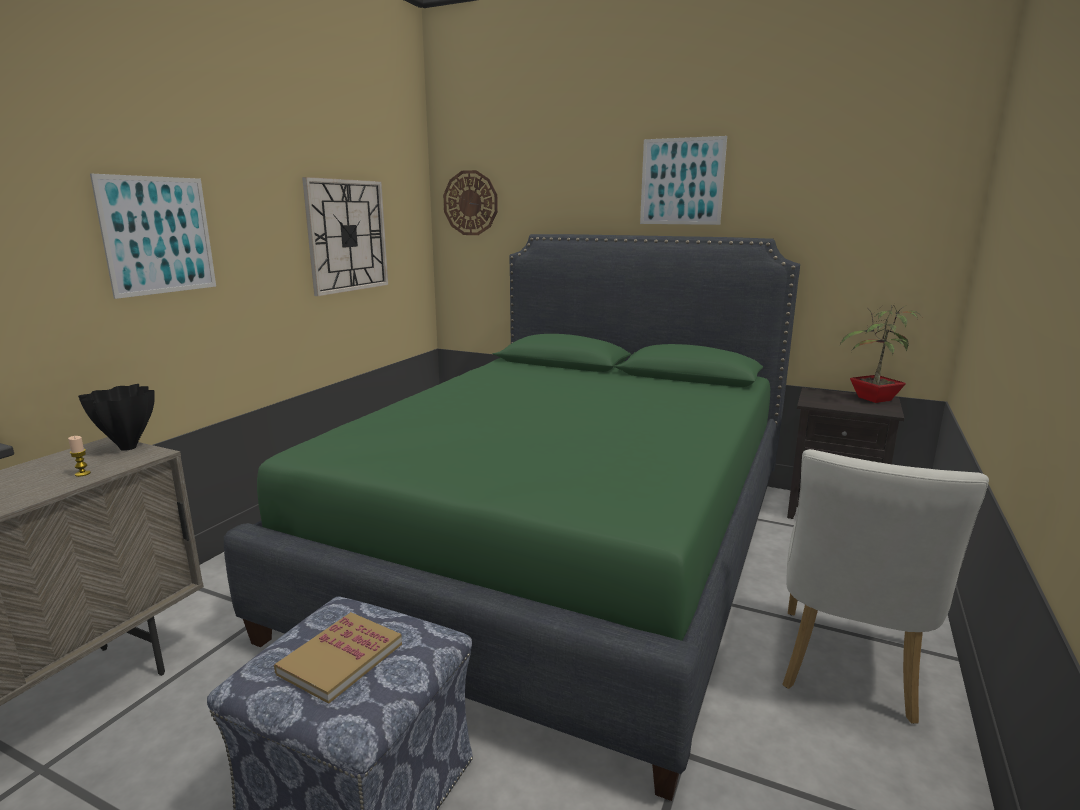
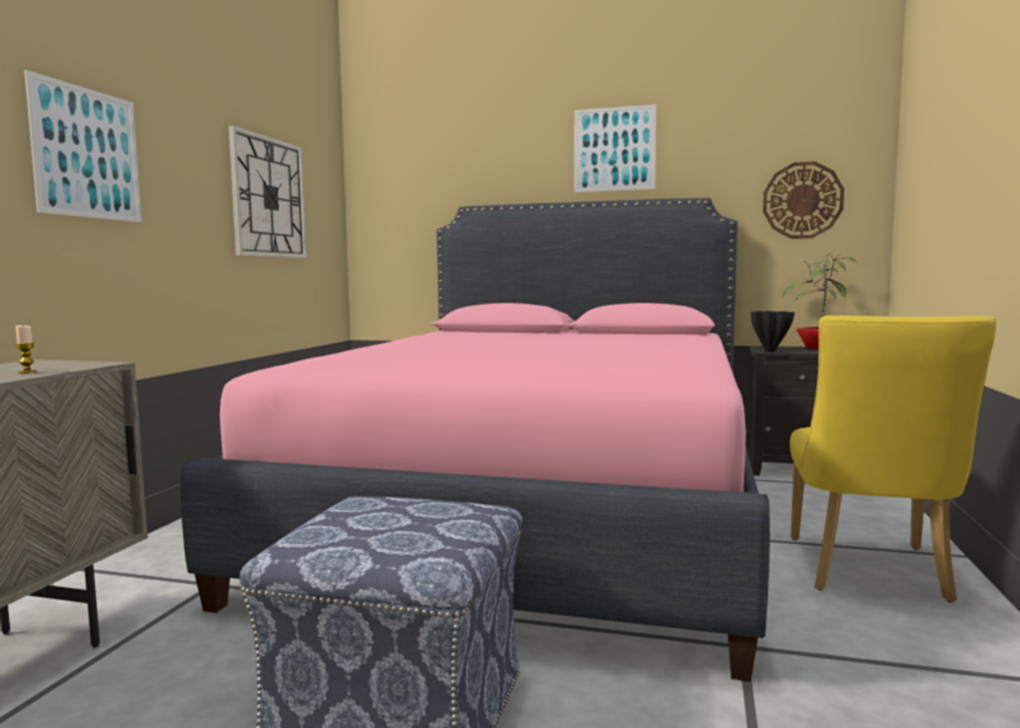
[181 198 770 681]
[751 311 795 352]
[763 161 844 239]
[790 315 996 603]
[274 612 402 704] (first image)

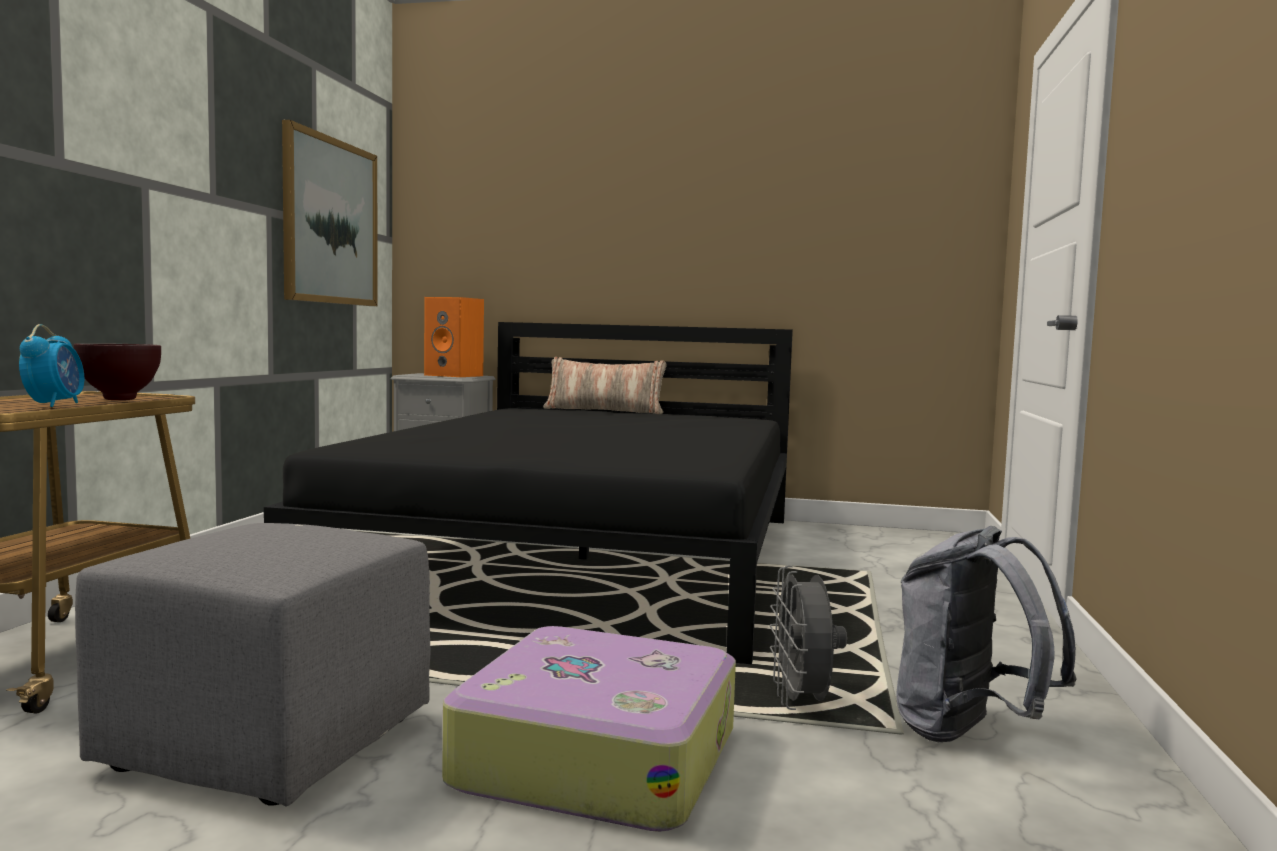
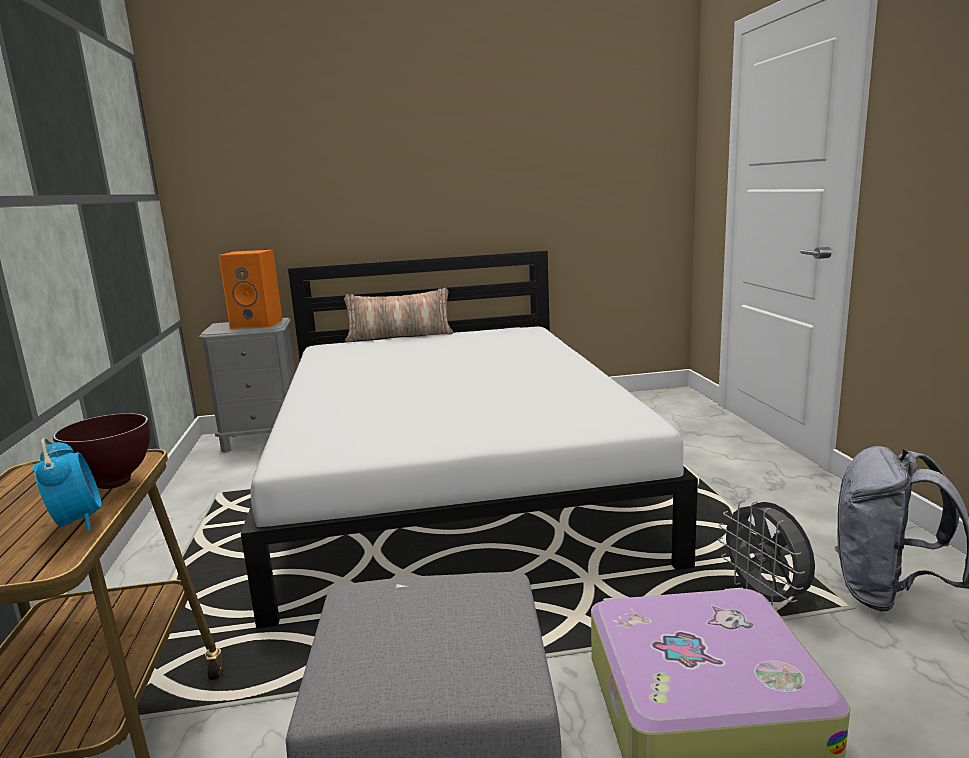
[241 251 698 629]
[282 120 378 306] (first image)

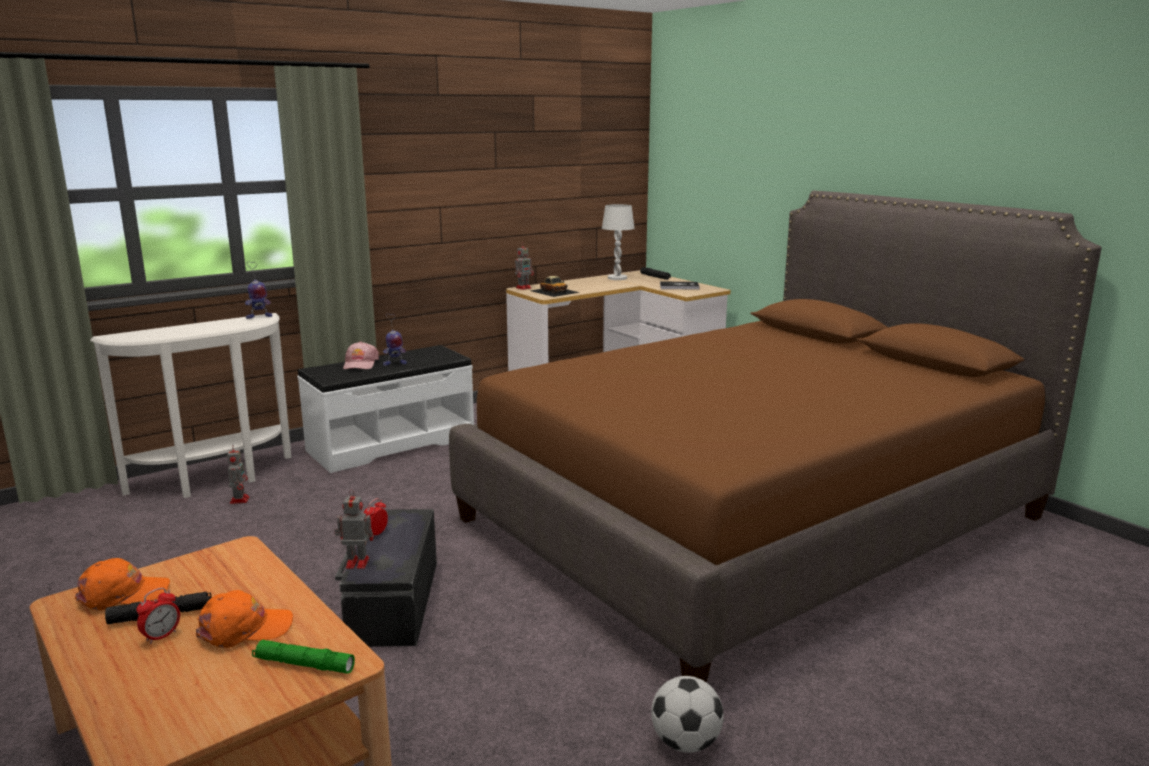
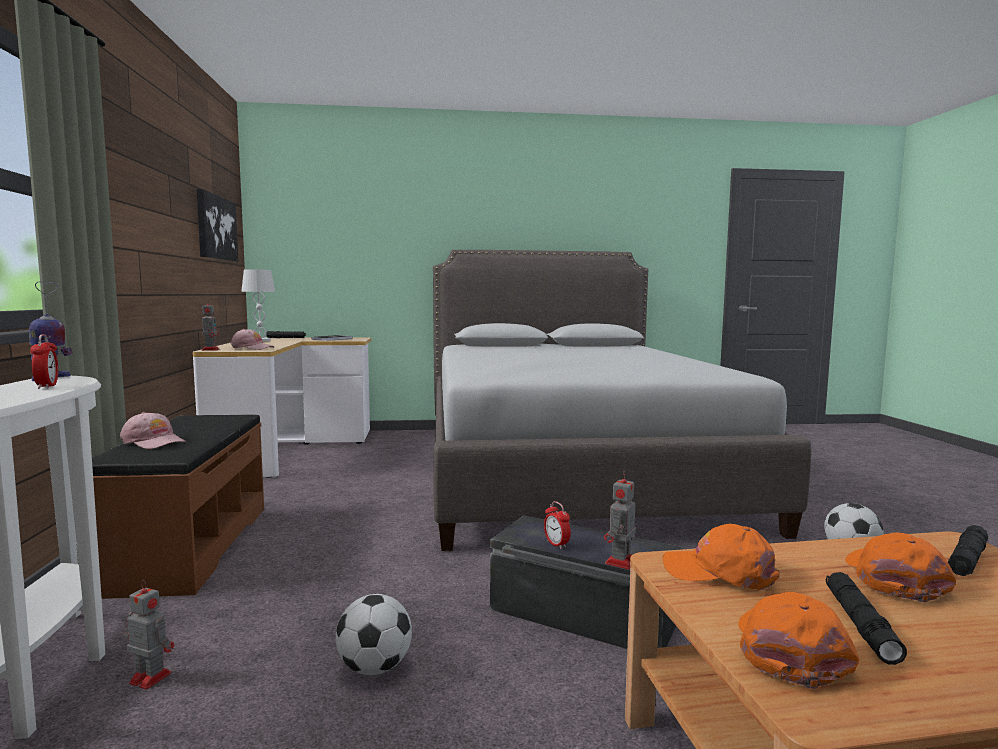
[30 334 58 389]
[92 415 264 599]
[196 189 238 262]
[230 329 274 350]
[336 594 412 675]
[433 250 811 551]
[662 524 780 590]
[948 525 988 576]
[383 313 407 366] (first image)

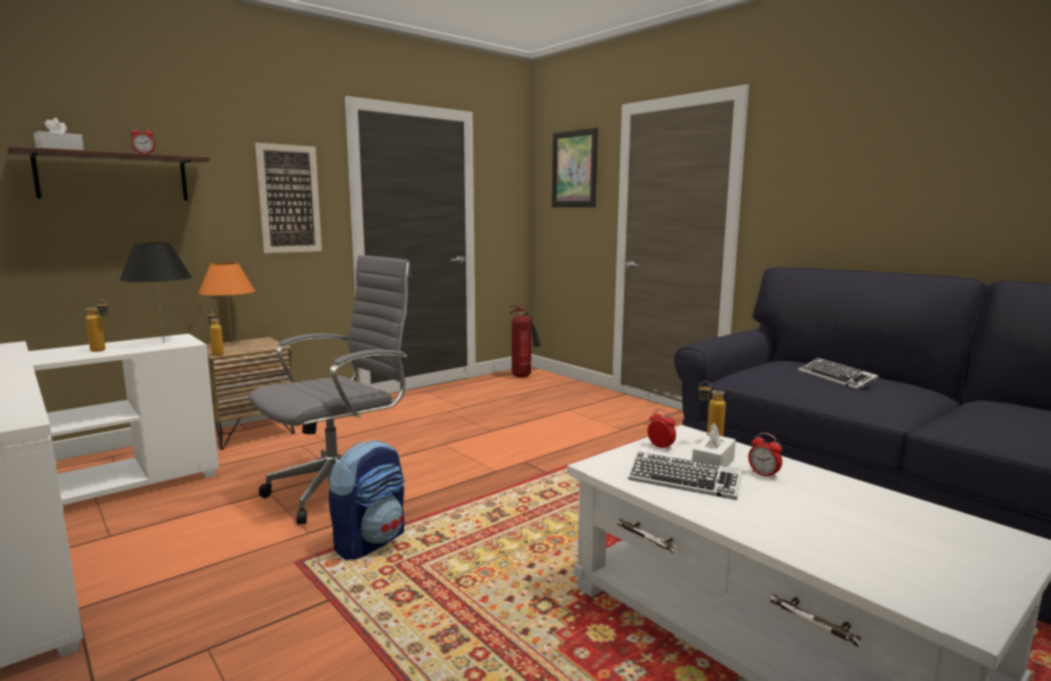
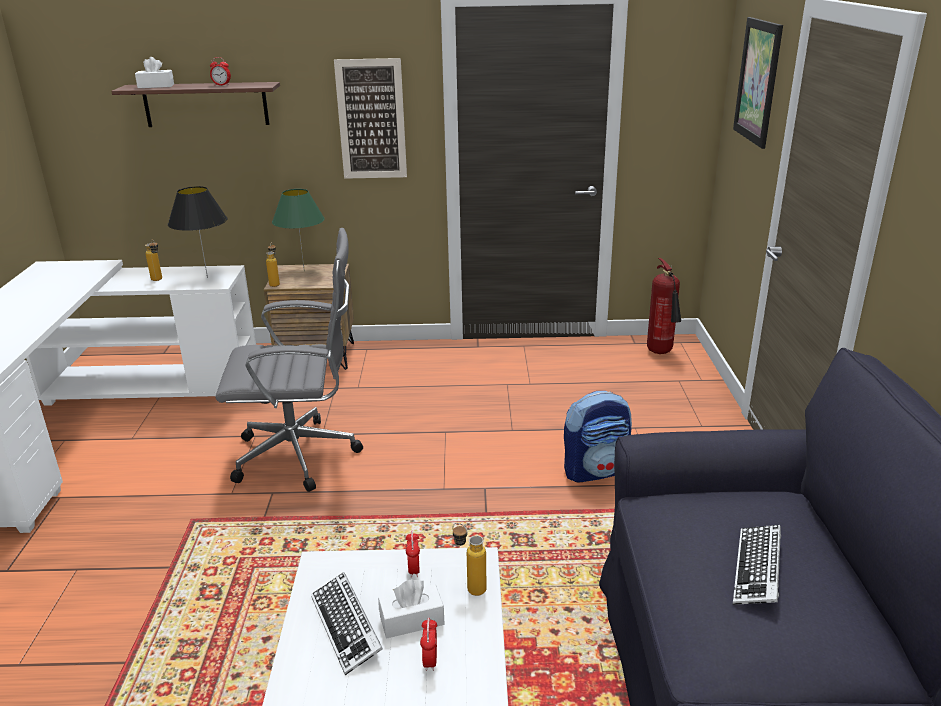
[272 189 325 271]
[564 391 632 482]

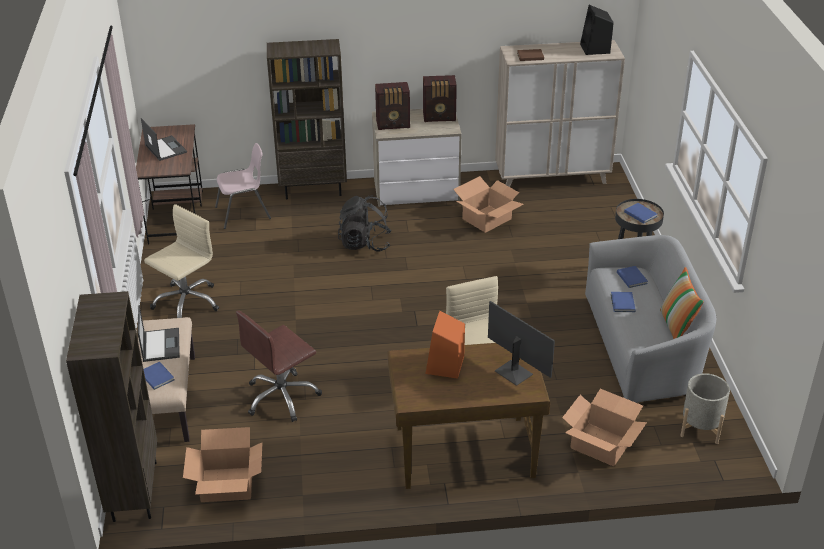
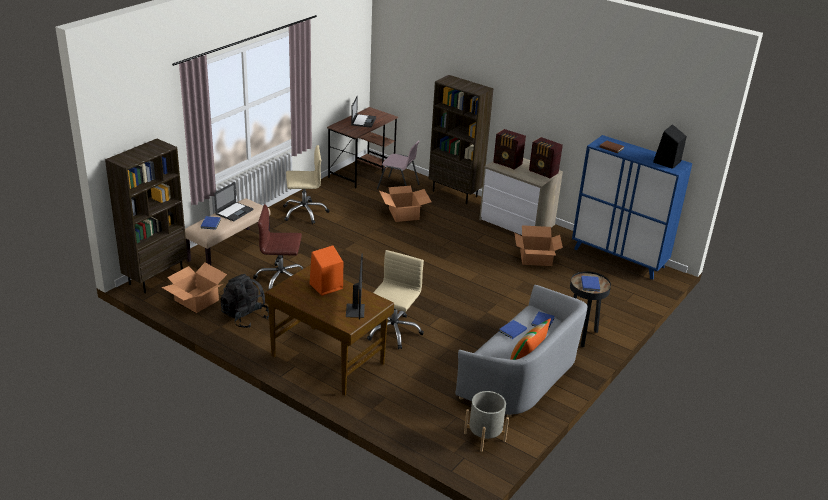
[220 274 269 328]
[379 186 432 222]
[572 135 692 280]

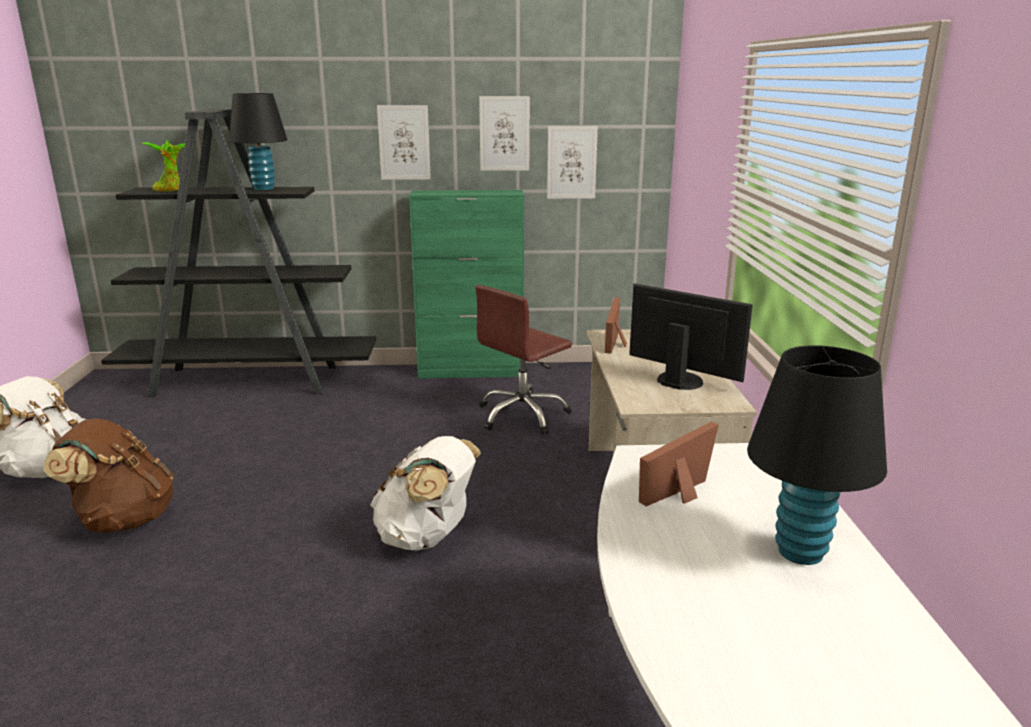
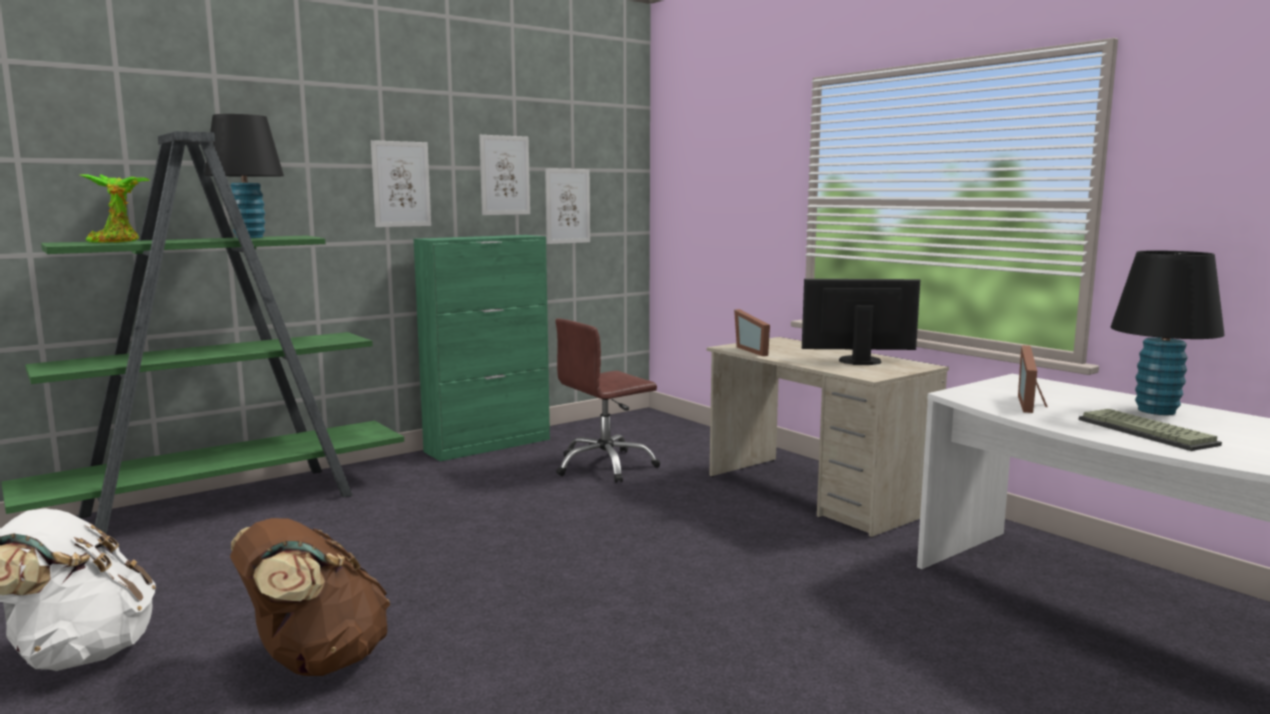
[1 131 404 548]
[555 318 660 483]
[1079 409 1222 451]
[370 436 481 550] (first image)

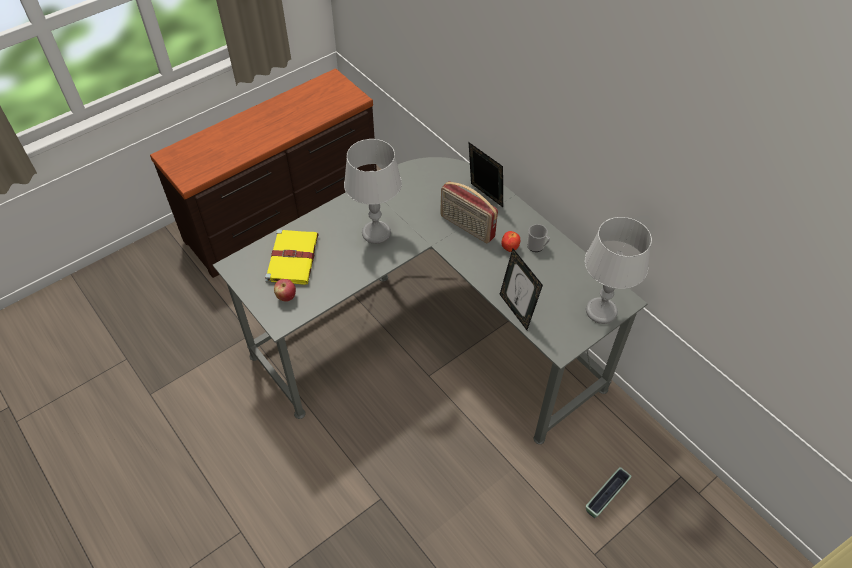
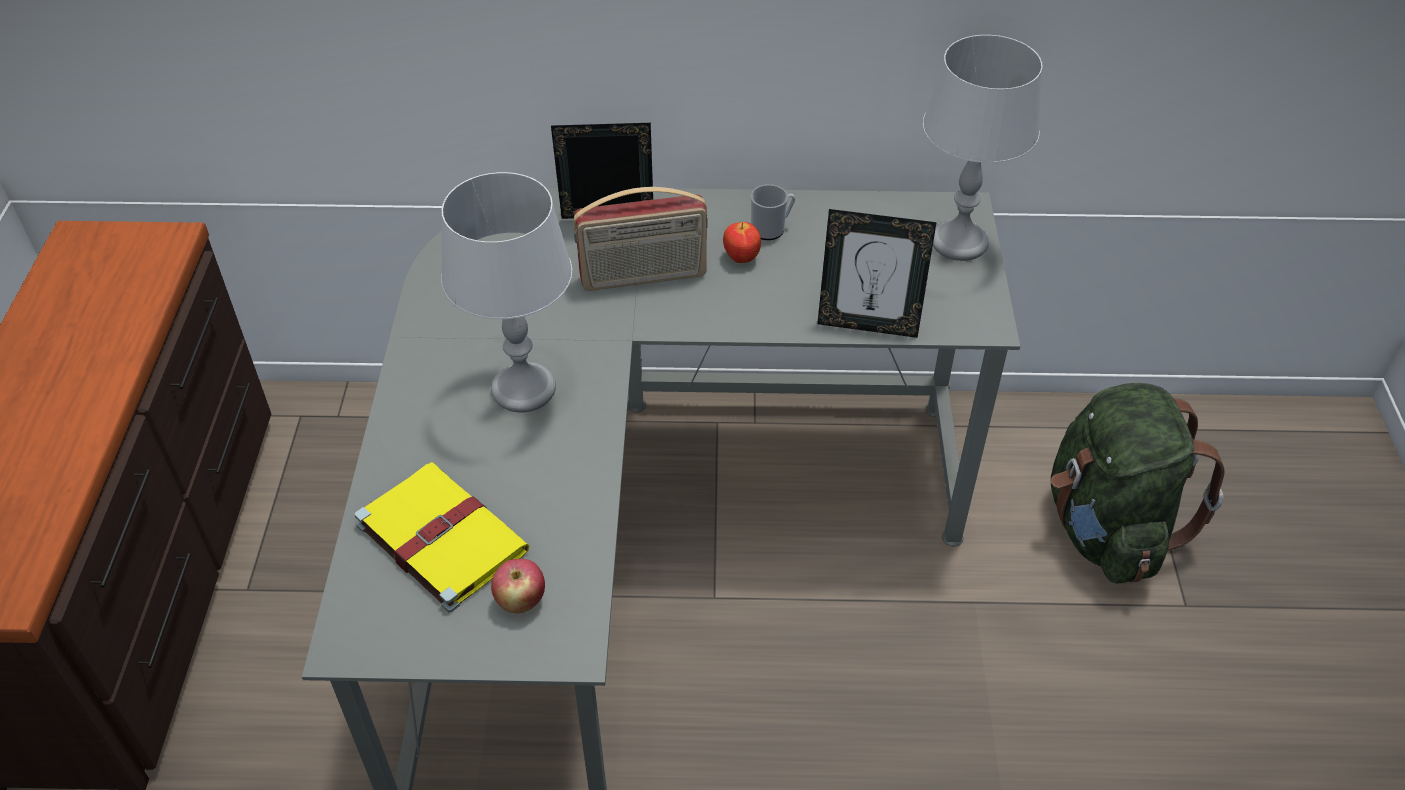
[1051 383 1225 584]

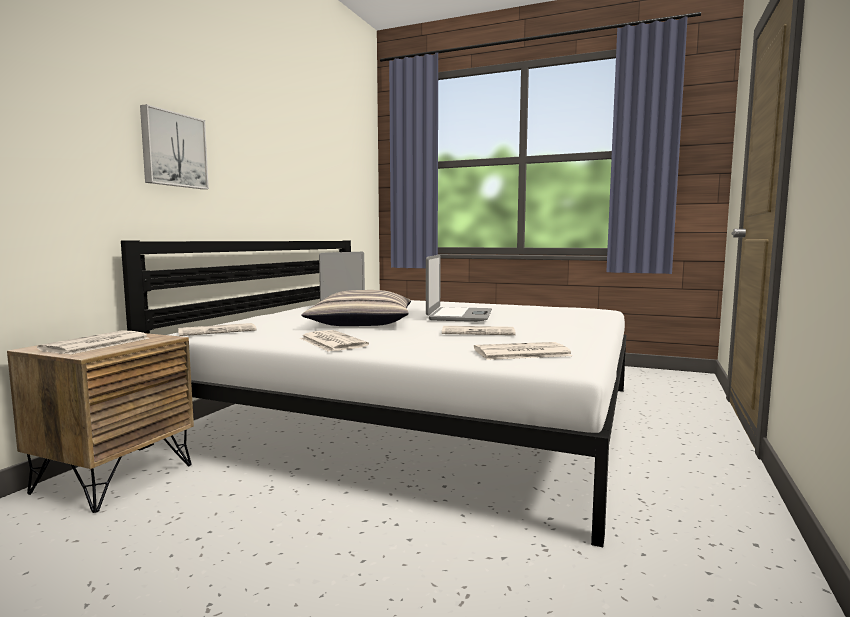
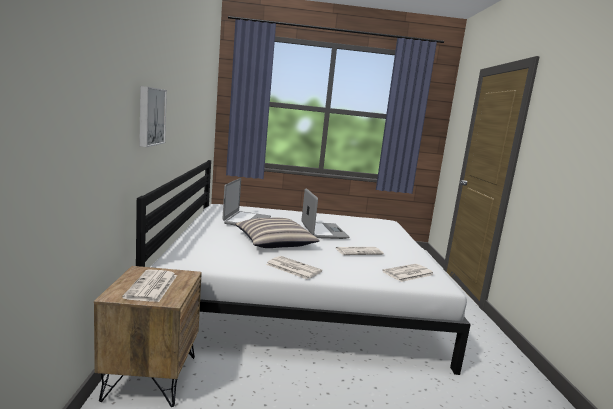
[178 323 257 336] (first image)

